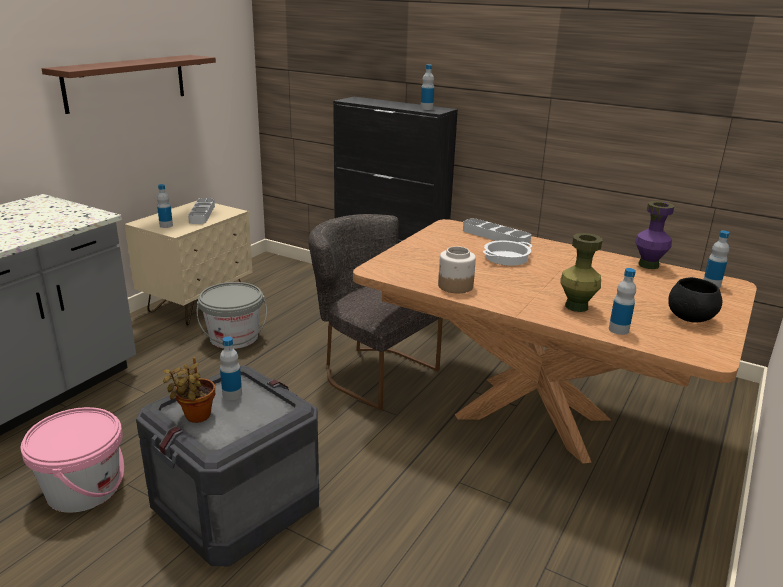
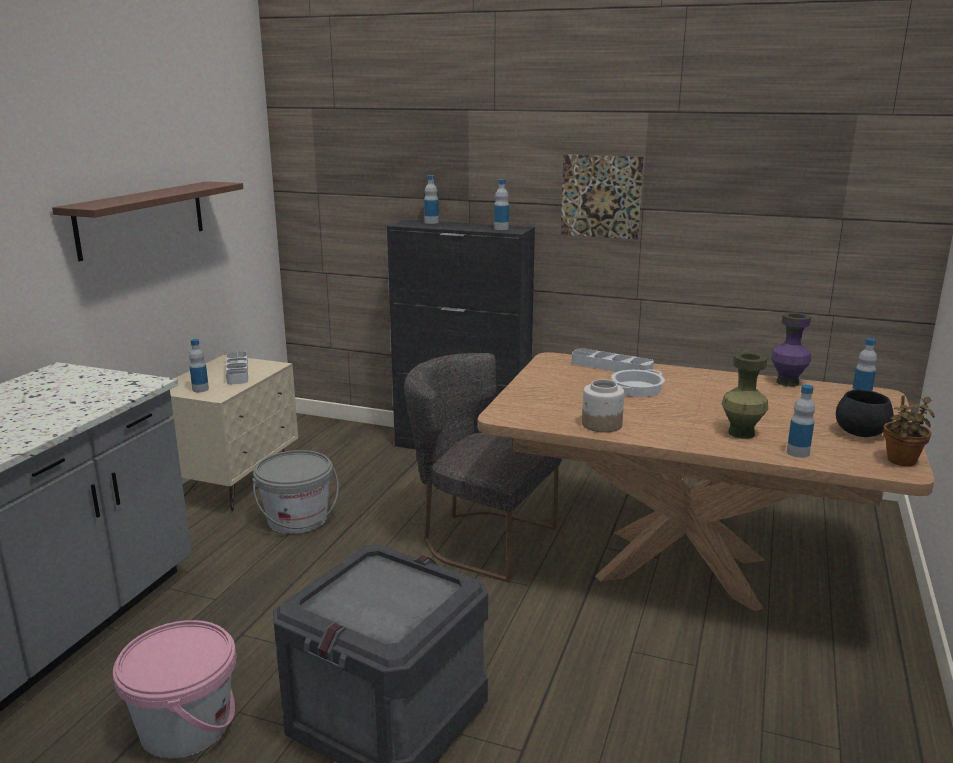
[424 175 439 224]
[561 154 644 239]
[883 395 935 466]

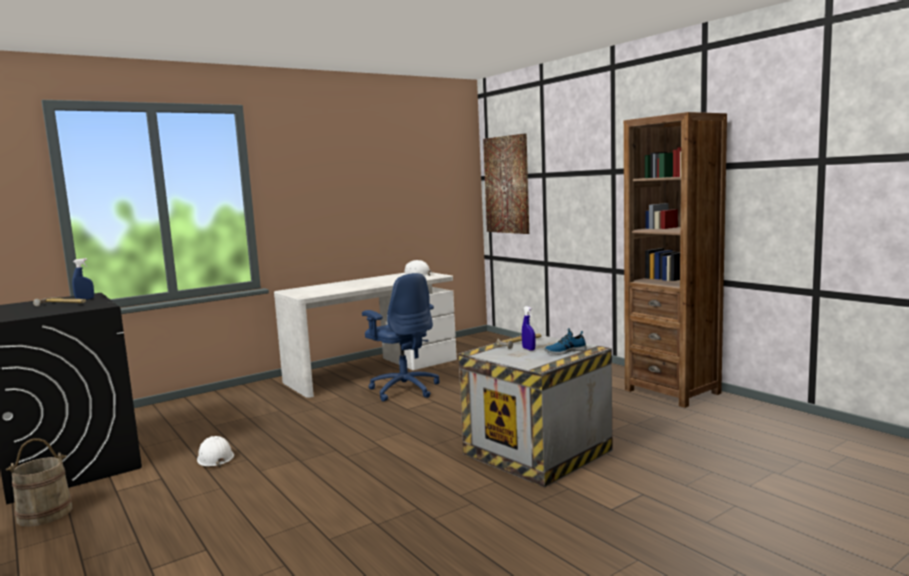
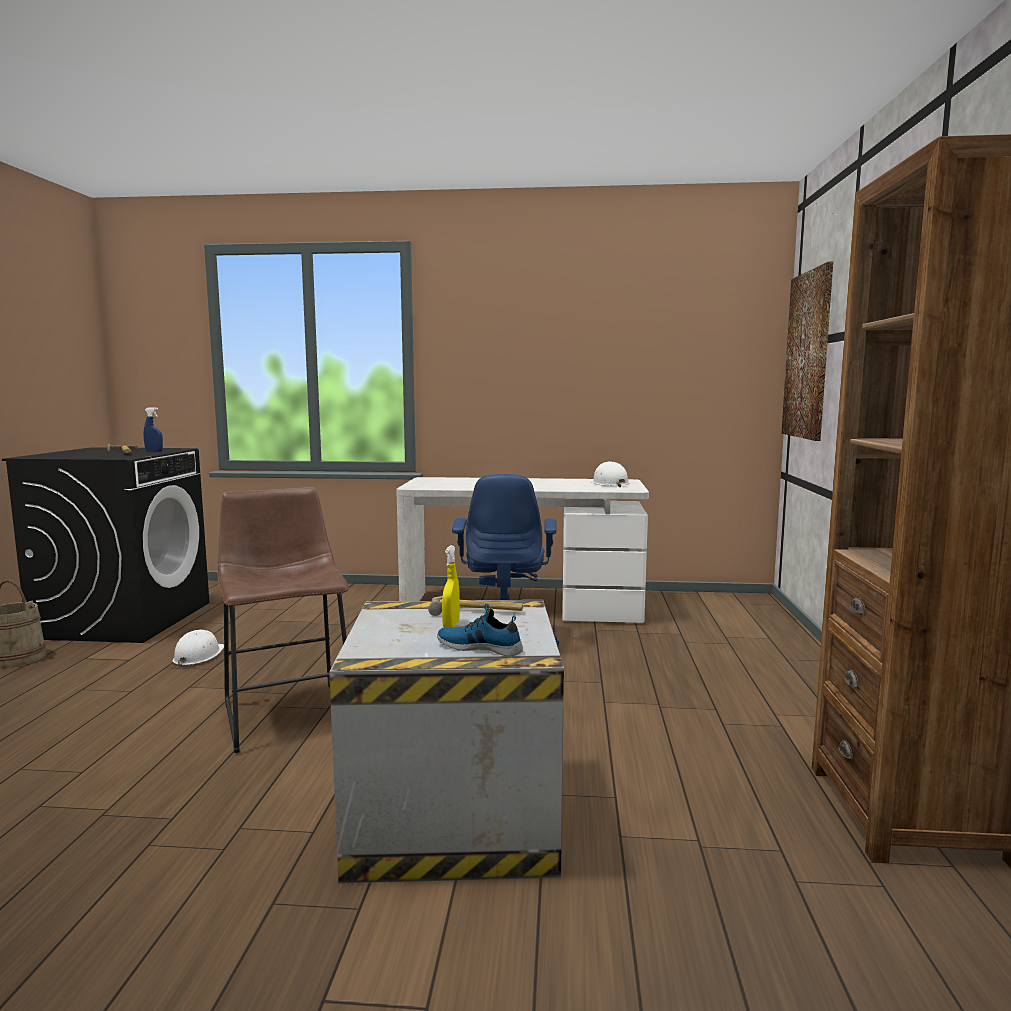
[217 487 349 753]
[442 545 460 627]

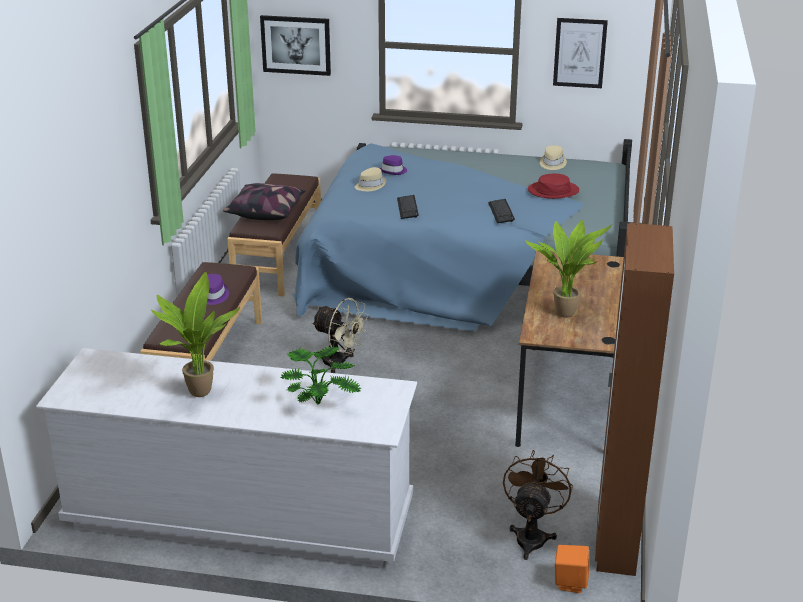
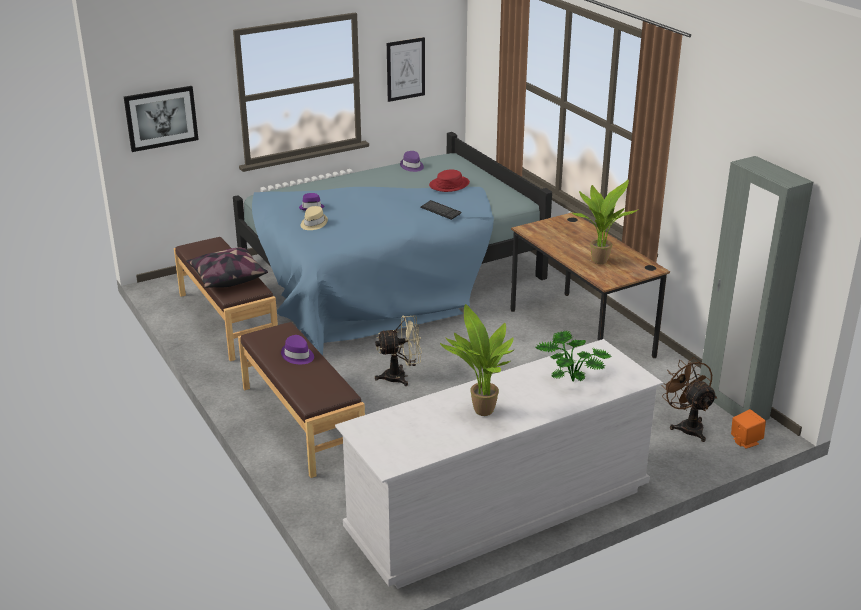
[400 151 424 172]
[700 156 813 420]
[397 195 419 219] (first image)

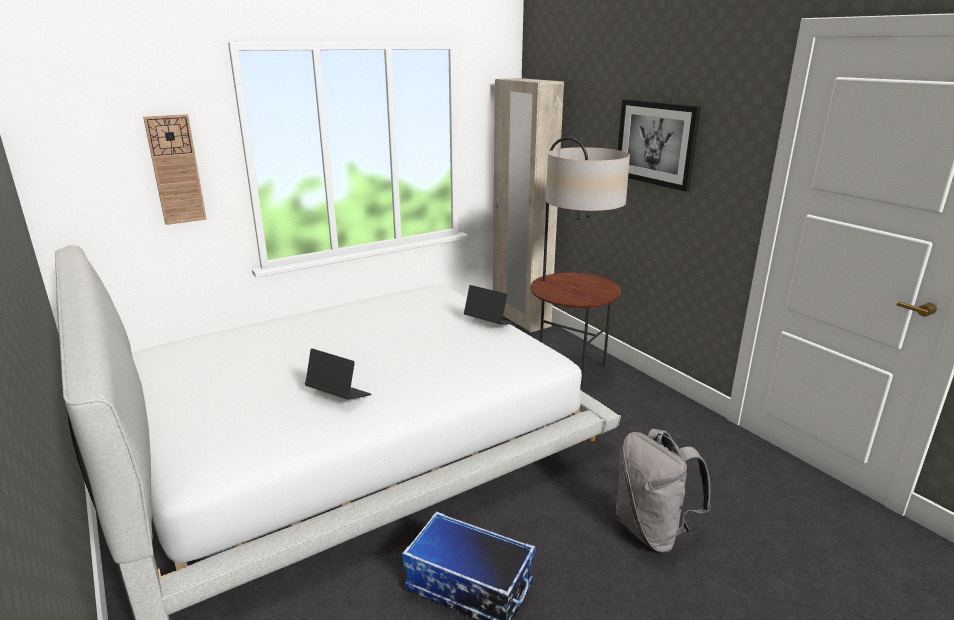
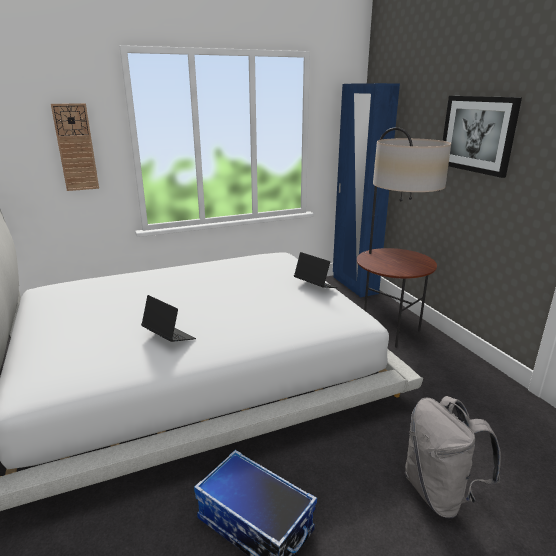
[333 83 400 297]

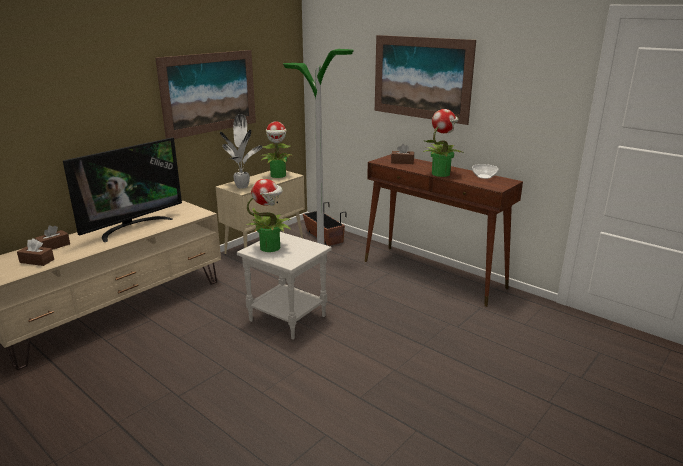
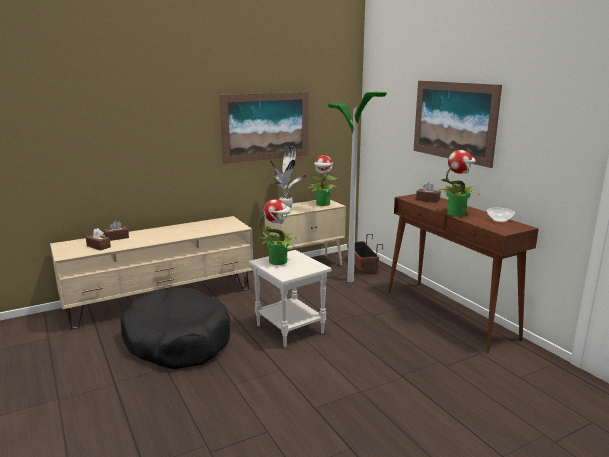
[121 288 230 370]
[63 138 182 242] (first image)

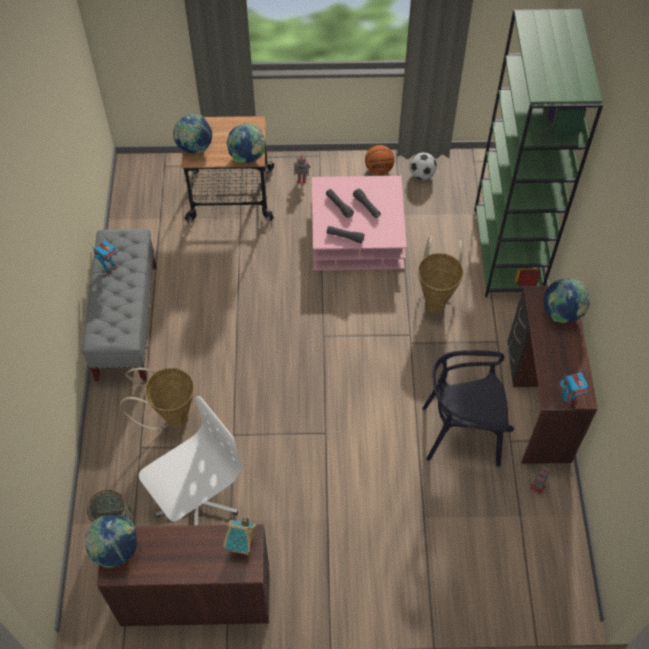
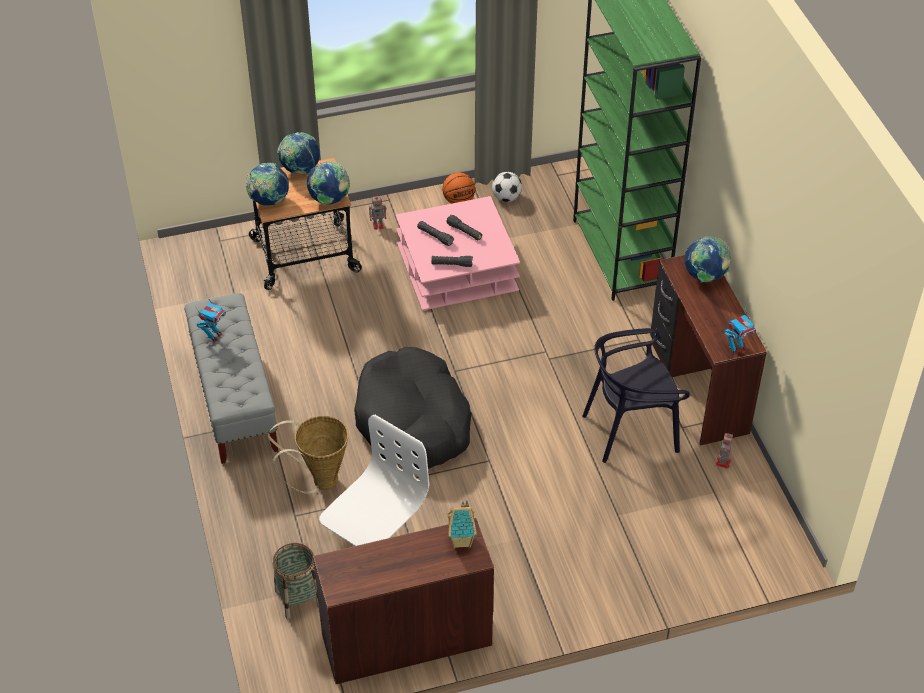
[277 132 320 175]
[354 347 471 469]
[418 236 464 314] (first image)

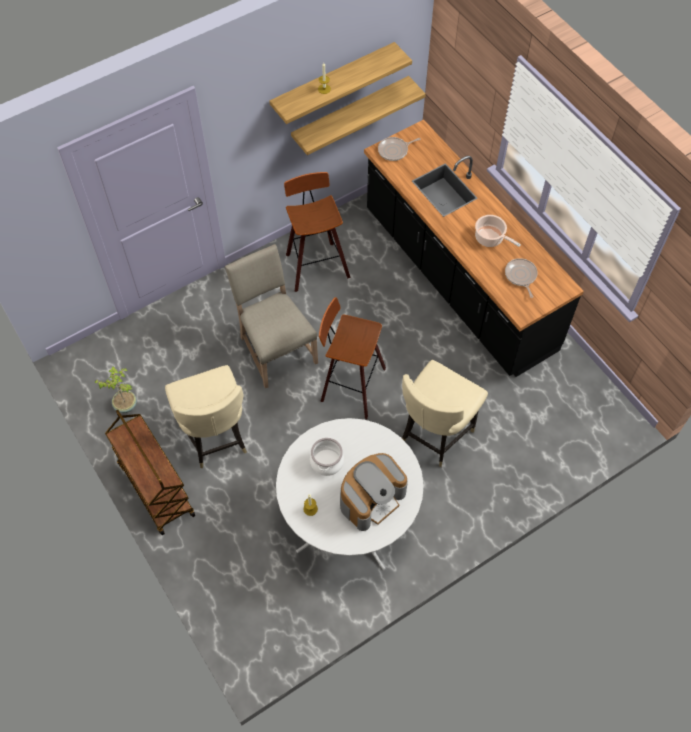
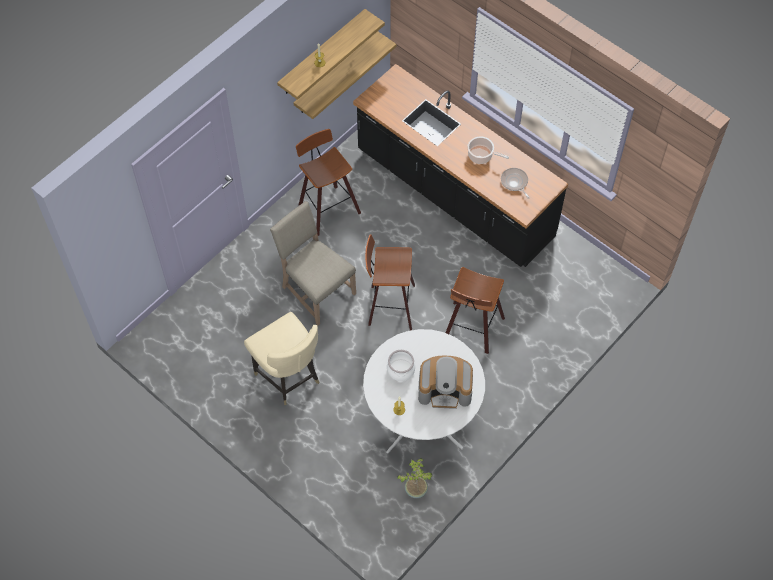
[397 458 433 498]
[418 356 473 409]
[445 267 505 354]
[105 410 195 535] (first image)
[378 137 421 161] (first image)

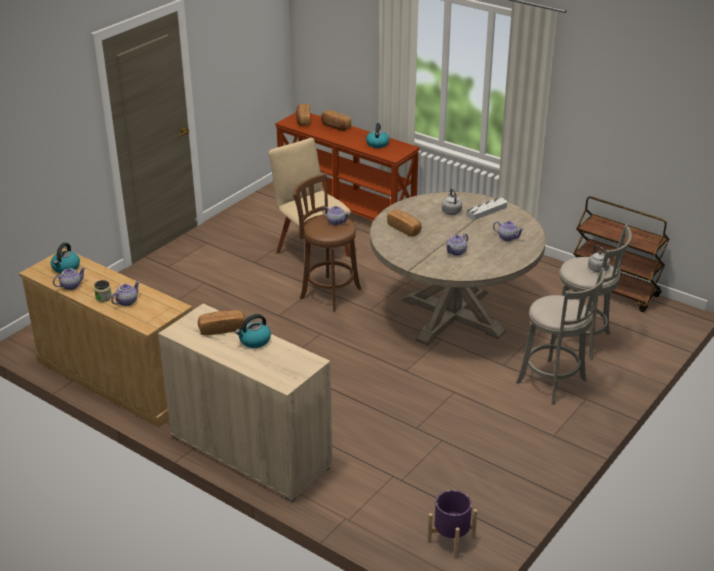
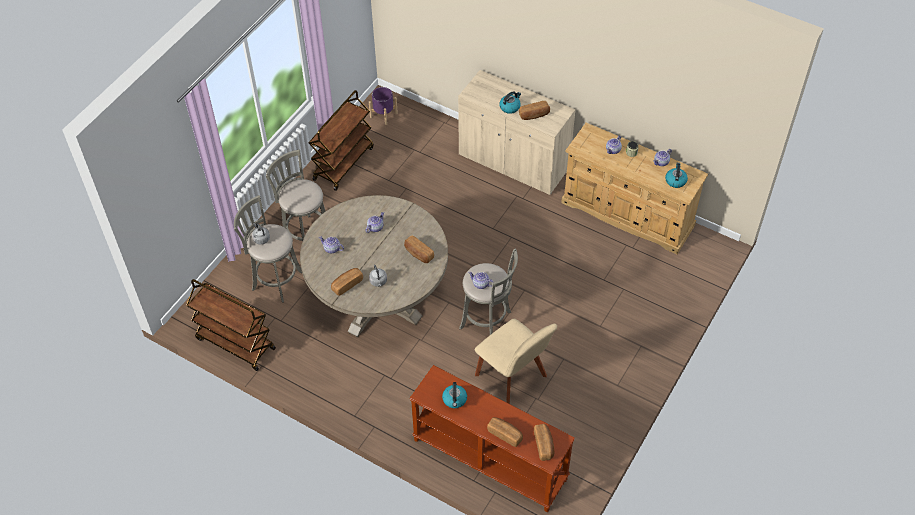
[309 90 374 191]
[331 268 363 296]
[459 248 518 335]

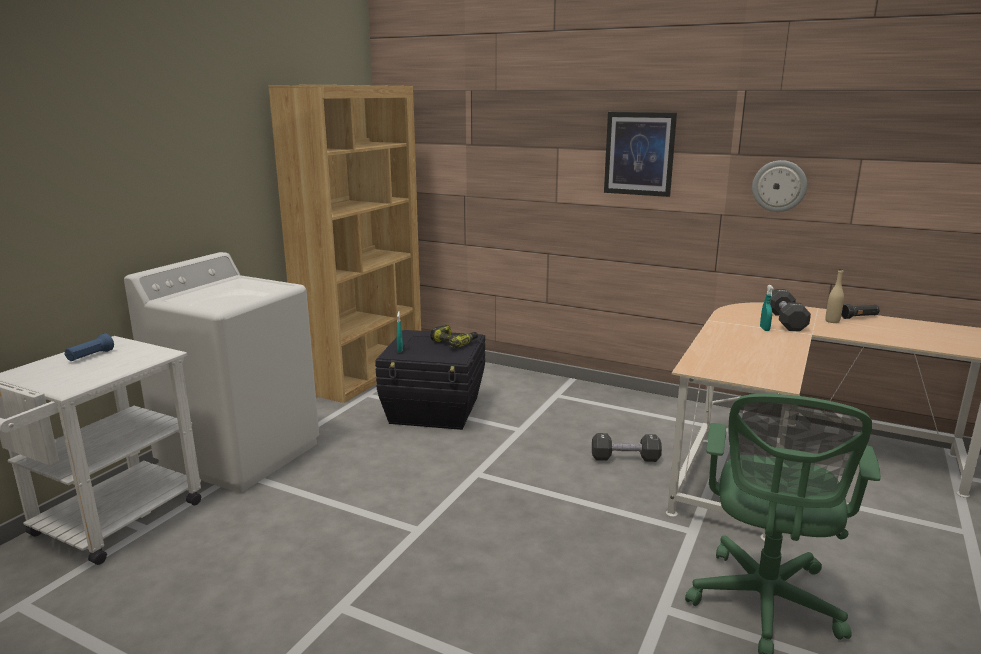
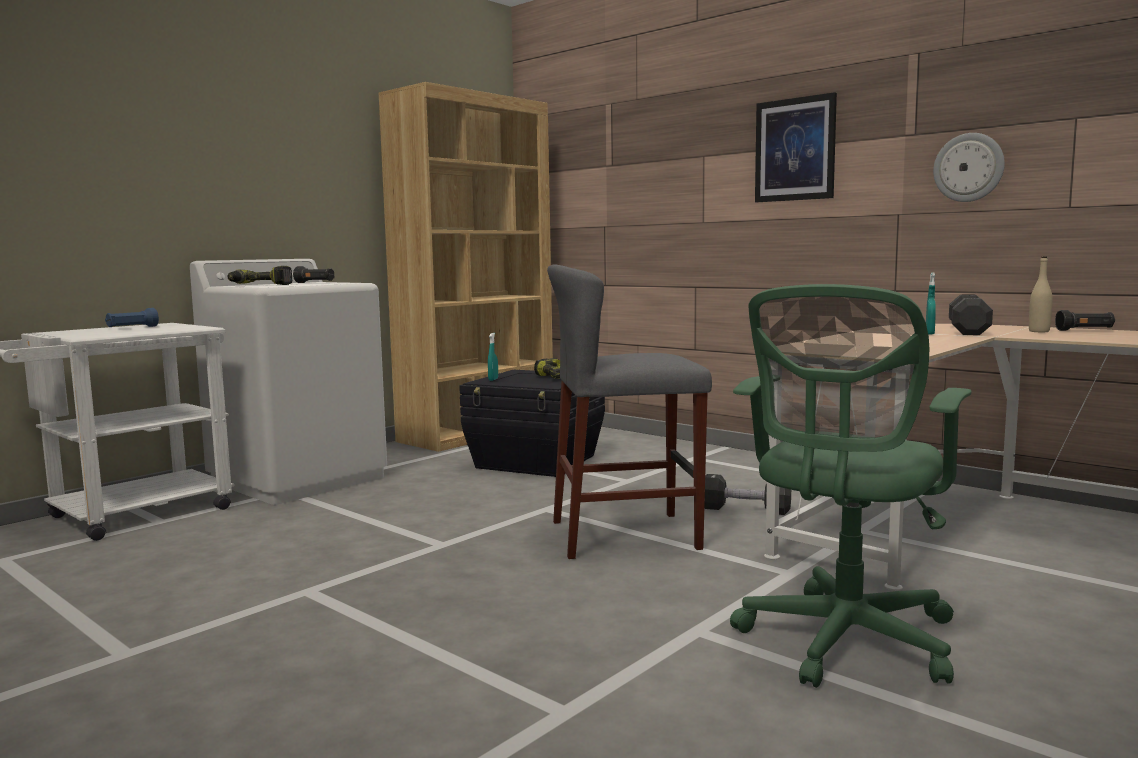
[227 266 292 285]
[293 266 334 283]
[547 264 712 559]

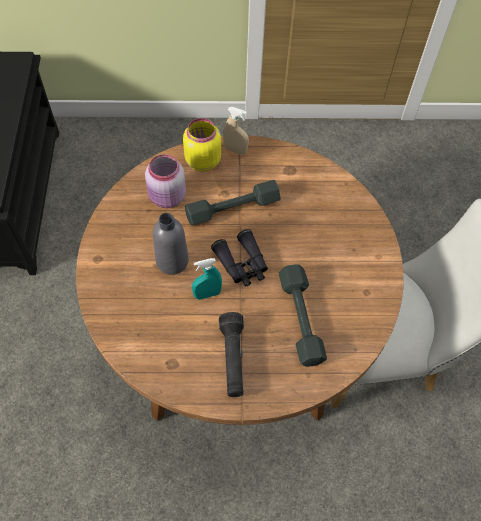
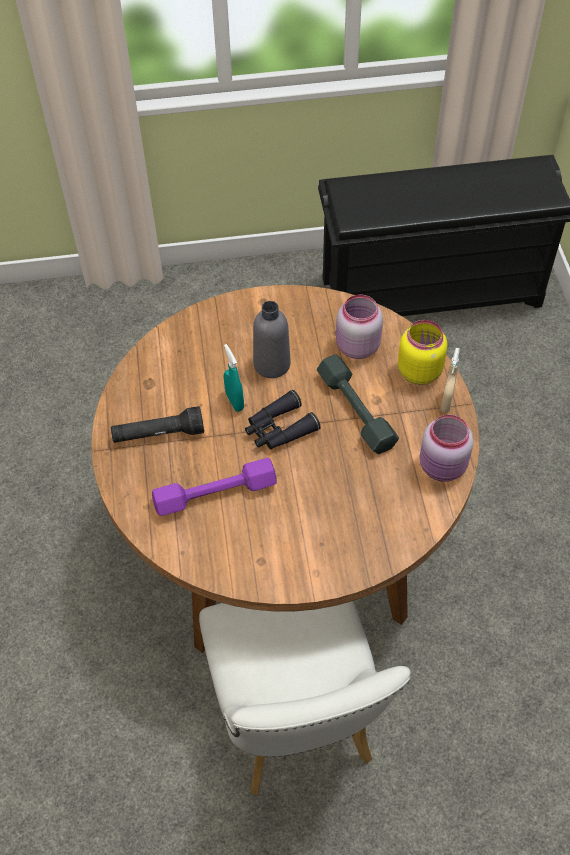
[152 458 277 516]
[420 415 474 482]

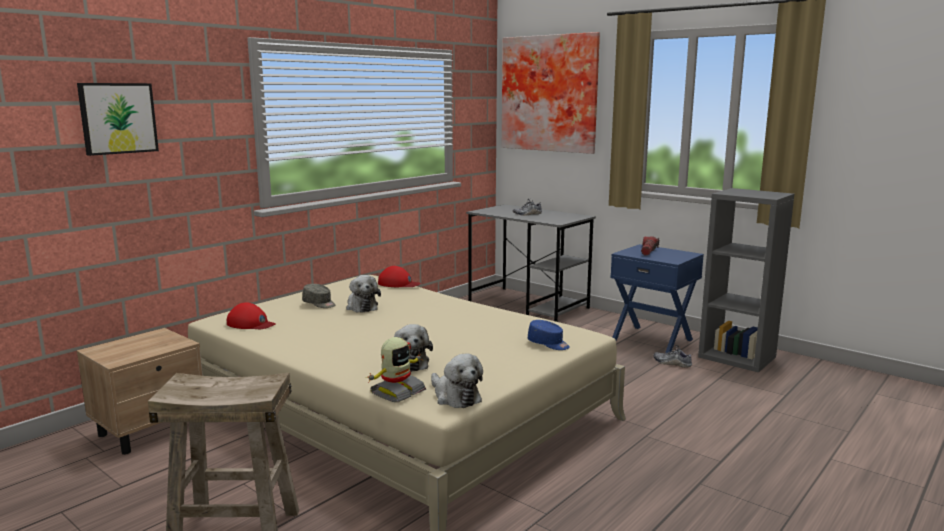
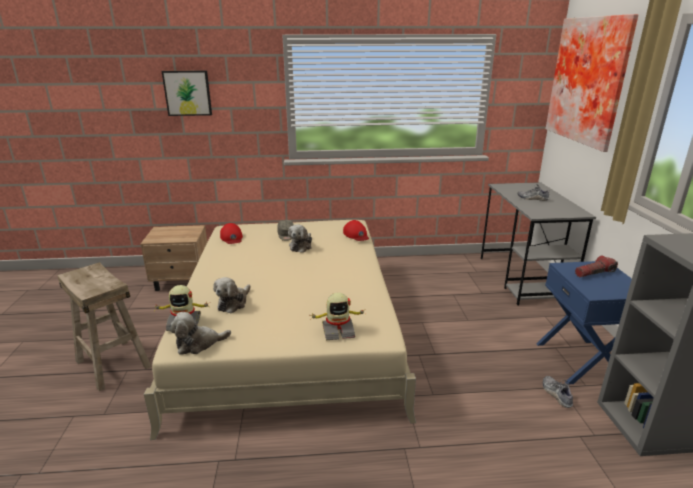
[169 312 231 355]
[310 293 366 340]

